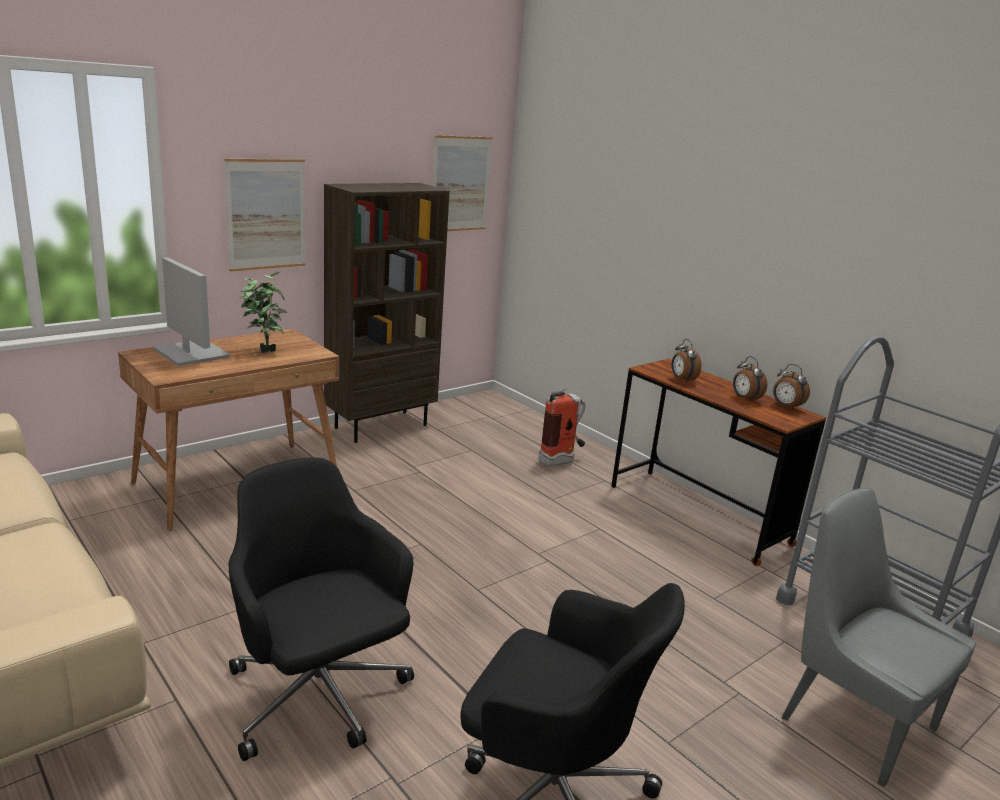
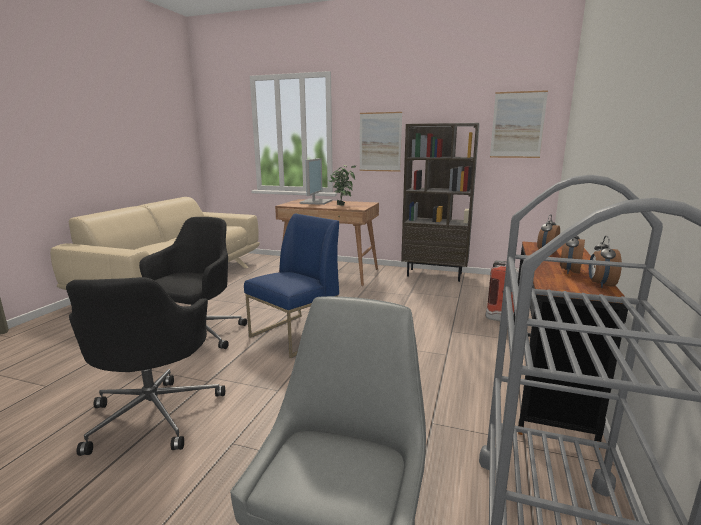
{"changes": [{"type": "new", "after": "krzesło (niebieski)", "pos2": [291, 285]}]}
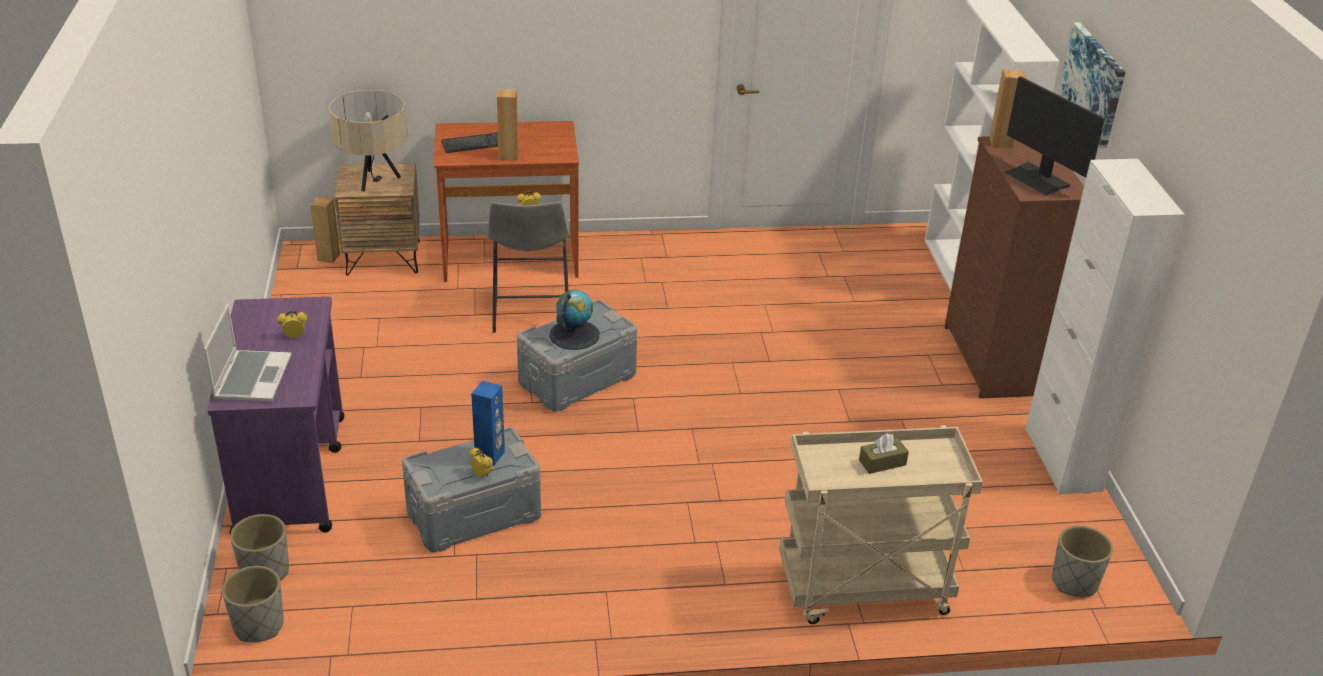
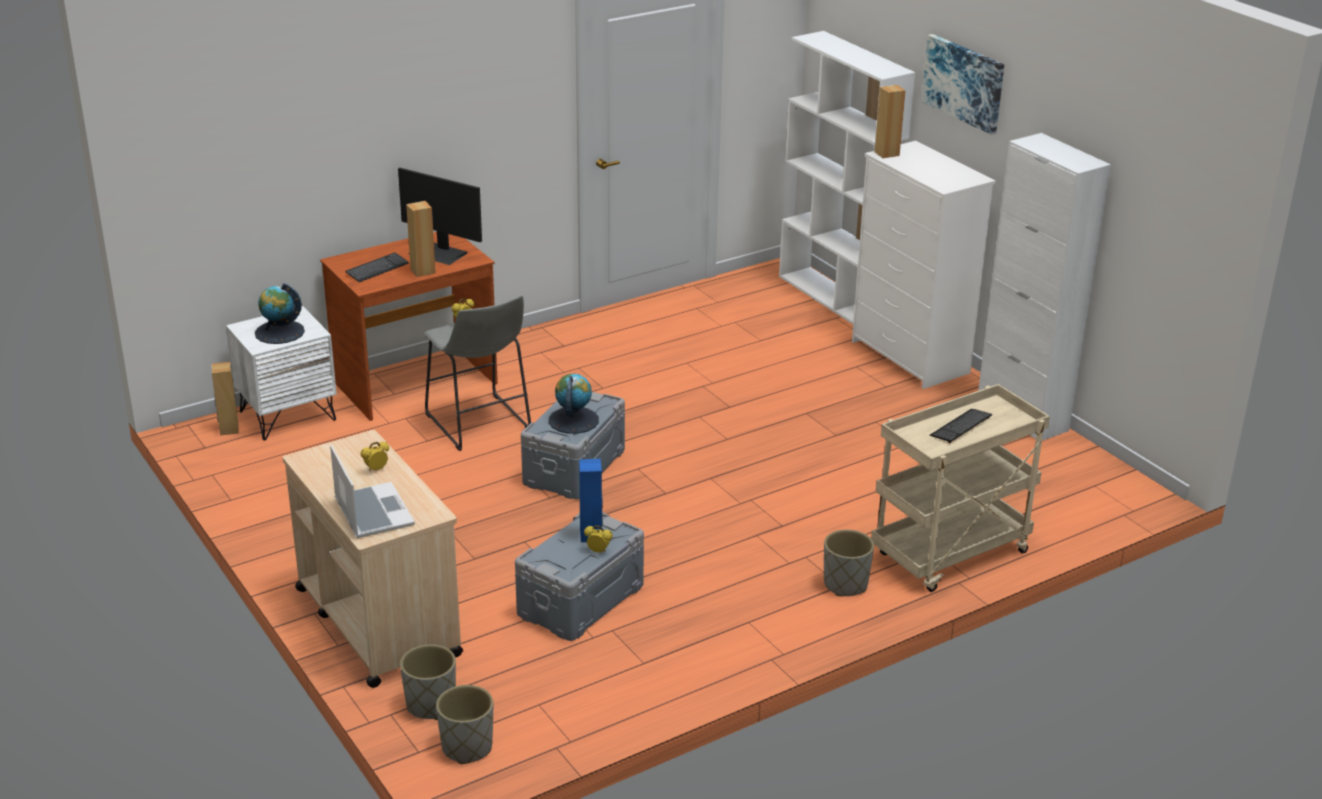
{"changes": [{"type": "shifted", "before": "monitor", "pos1": [1055, 135], "pos2": [440, 216]}, {"type": "shifted", "before": "donica (szary)", "pos1": [1082, 561], "pos2": [849, 563]}, {"type": "swapped", "before": "lampa stołowa (beżowy)", "after": "globus", "pos1": [368, 140], "pos2": [280, 313]}, {"type": "swapped", "before": "pudełko chusteczek (brązowy)", "after": "klawiatura", "pos1": [884, 453], "pos2": [960, 426]}, {"type": "repainted", "before": "wózek (fioletowy)", "after": "wózek (beżowy)", "pos1": [275, 415], "pos2": [373, 559]}, {"type": "repainted", "before": "szafka nocna (brązowy)", "after": "szafka nocna (biały)", "pos1": [377, 219], "pos2": [281, 373]}, {"type": "repainted", "before": "komoda (brązowy)", "after": "komoda (biały)", "pos1": [1014, 267], "pos2": [924, 265]}]}
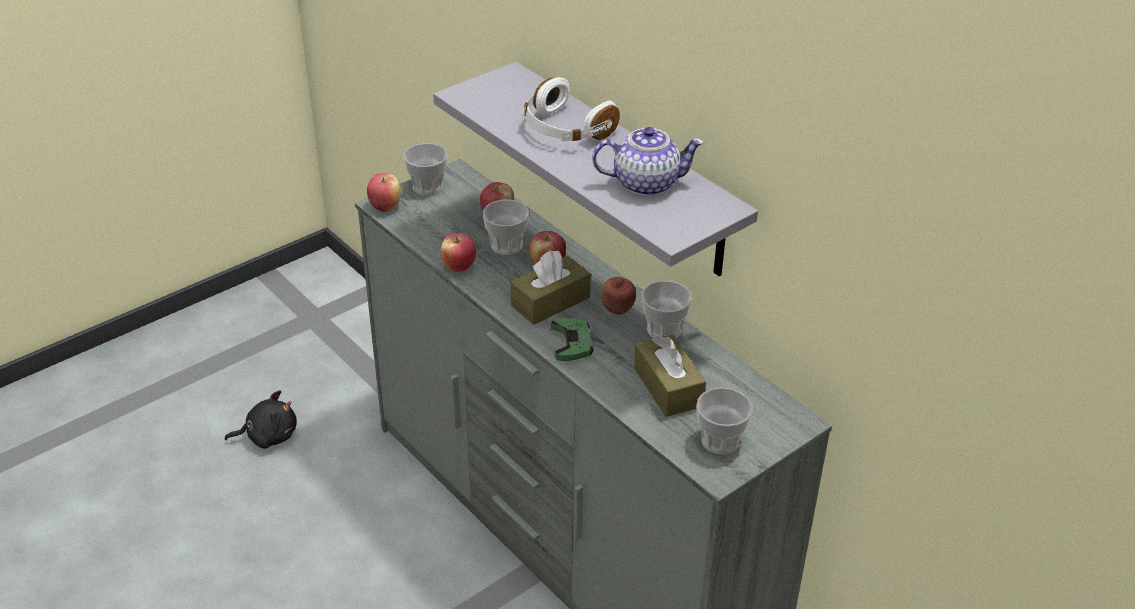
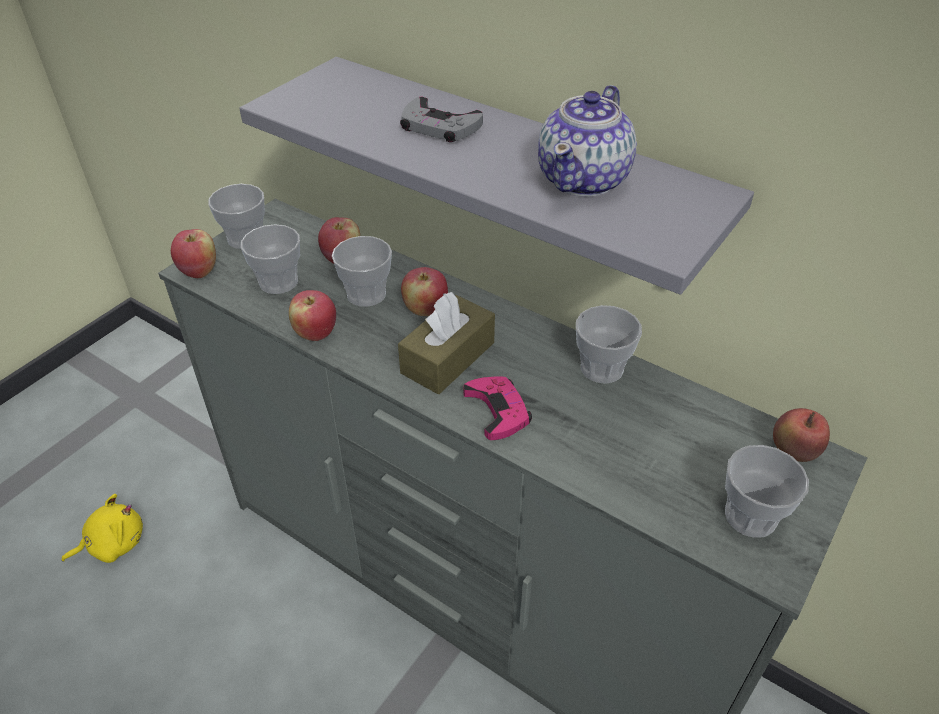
{"changes": [{"type": "gone", "before": "pudełko chusteczek (brązowy)", "pos1": [670, 375]}, {"type": "new", "after": "filiżanka", "pos2": [270, 259]}, {"type": "shifted", "before": "jabłko", "pos1": [618, 296], "pos2": [801, 435]}, {"type": "swapped", "before": "słuchawki (biały)", "after": "pad do gier (szary)", "pos1": [571, 109], "pos2": [441, 119]}, {"type": "repainted", "before": "pluszak (czarny)", "after": "pluszak (żółty)", "pos1": [261, 419], "pos2": [102, 528]}, {"type": "repainted", "before": "pad do gier (zielony)", "after": "pad do gier (różowy)", "pos1": [572, 339], "pos2": [497, 408]}, {"type": "rotated", "before": "imbryk", "pos1": [648, 161], "pos2": [587, 141], "turn": 135}]}
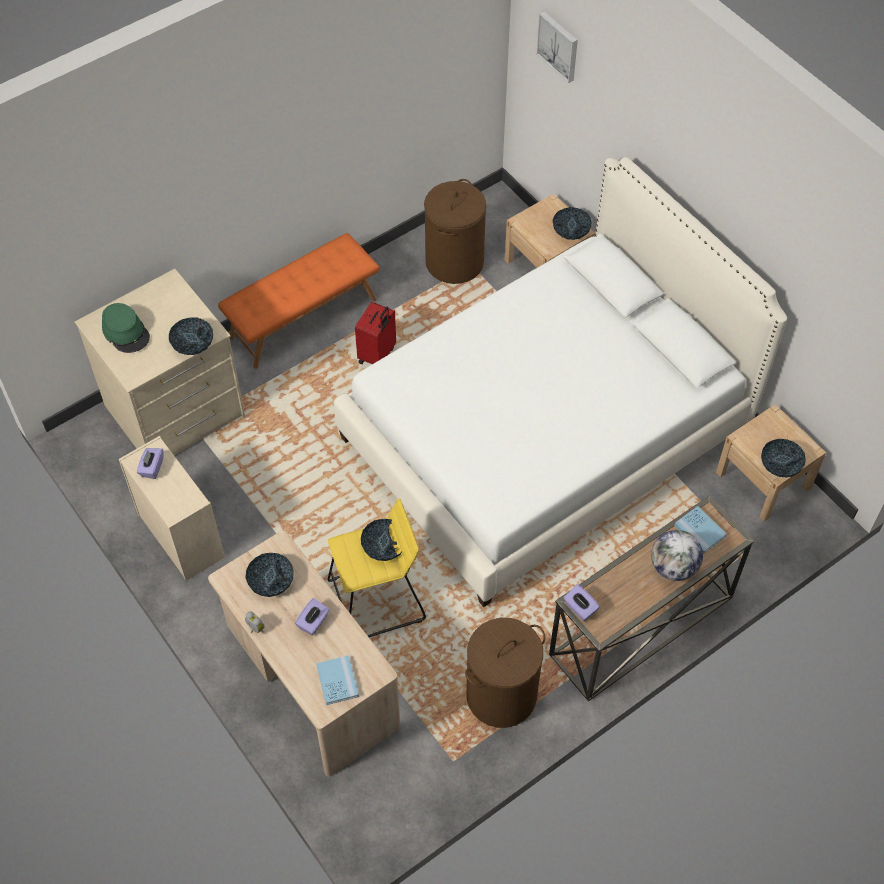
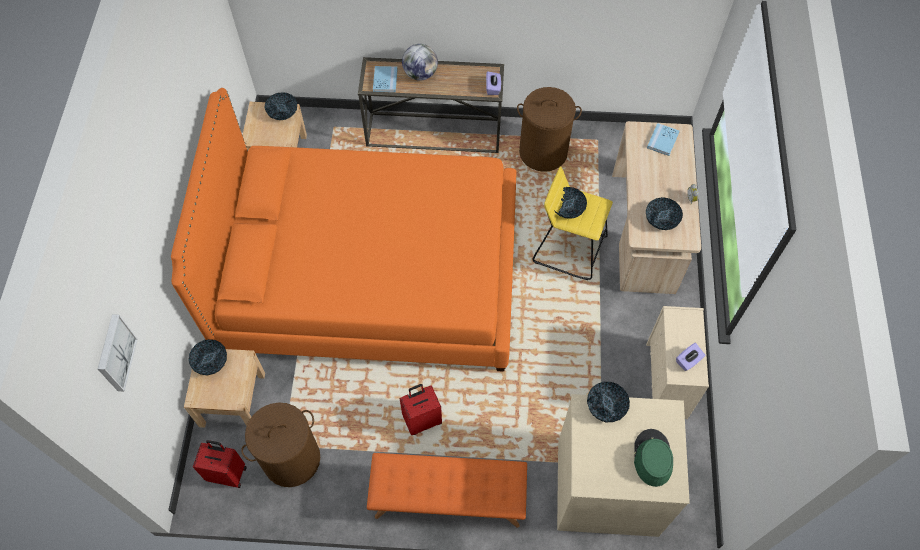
{"changes": [{"type": "gone", "before": "pudełko chusteczek (fioletowy)", "pos1": [312, 616]}, {"type": "new", "after": "walizka (czerwony)", "pos2": [219, 464]}, {"type": "repainted", "before": "łóżko (biały)", "after": "łóżko (pomarańczowy)", "pos1": [560, 382], "pos2": [344, 230]}]}
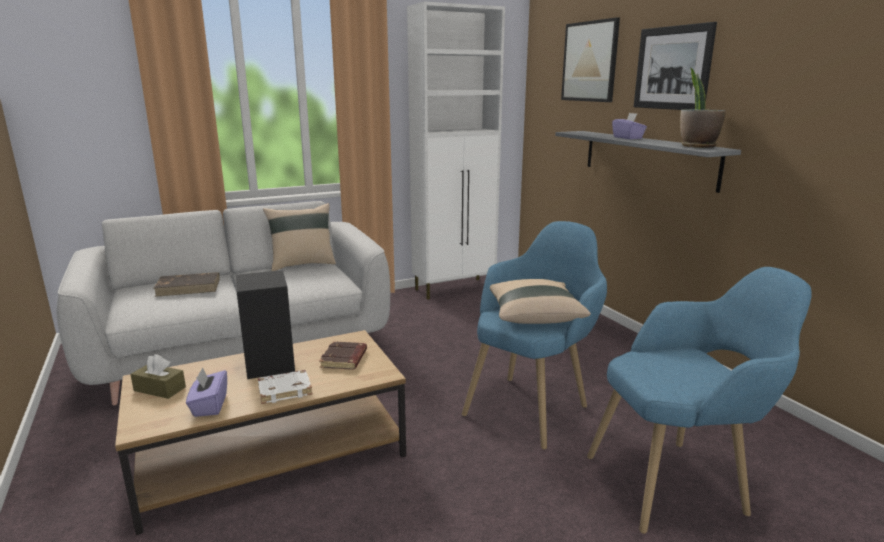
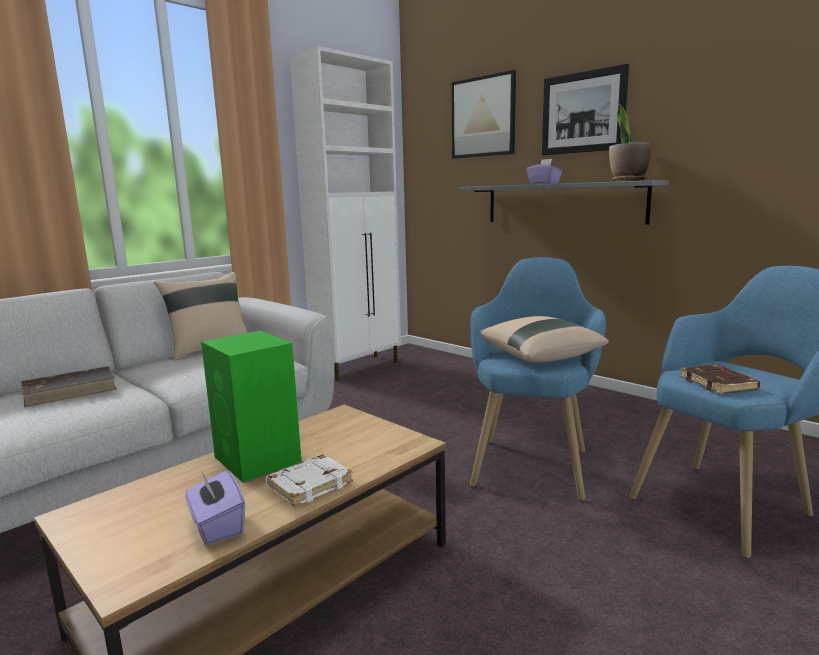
{"changes": [{"type": "gone", "before": "pudełko chusteczek (brązowy)", "pos1": [158, 376]}, {"type": "shifted", "before": "książka (brązowy)", "pos1": [343, 355], "pos2": [720, 379]}, {"type": "repainted", "before": "głośnik (czarny)", "after": "głośnik (zielony)", "pos1": [265, 324], "pos2": [251, 407]}]}
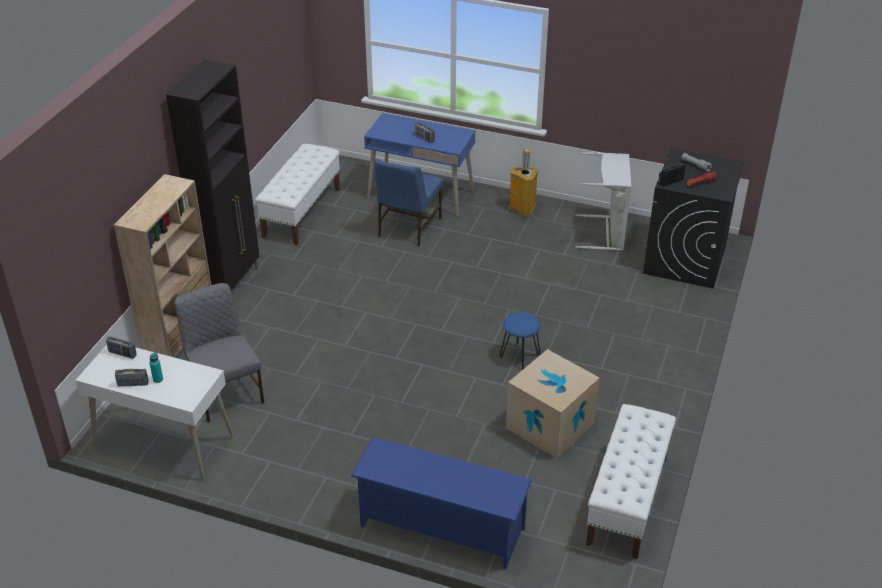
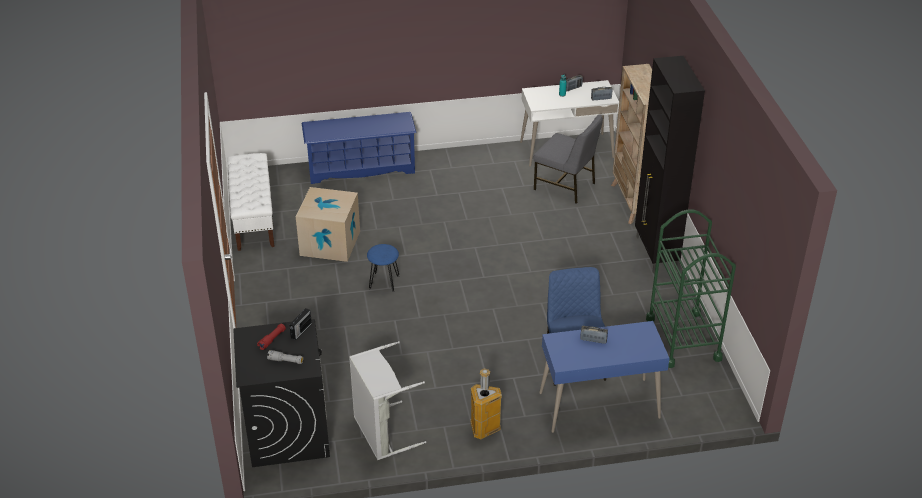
{"changes": [{"type": "swapped", "before": "ławka (biały)", "after": "wózek (zielony)", "pos1": [297, 194], "pos2": [691, 289]}]}
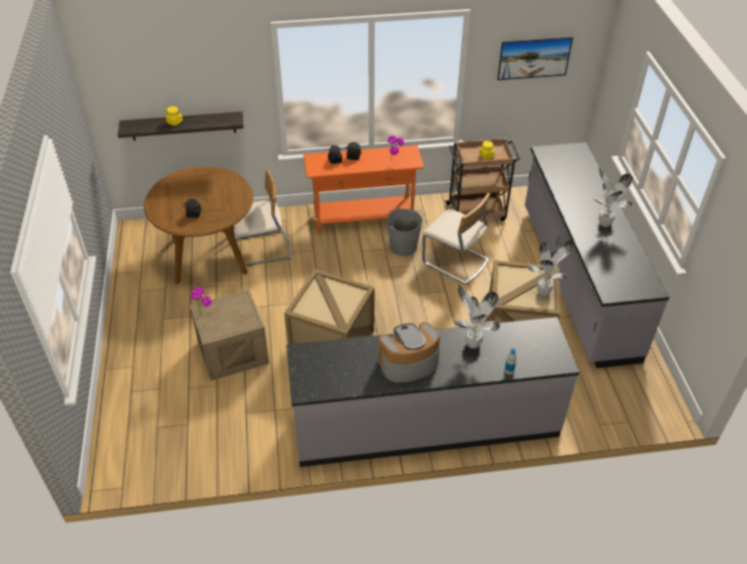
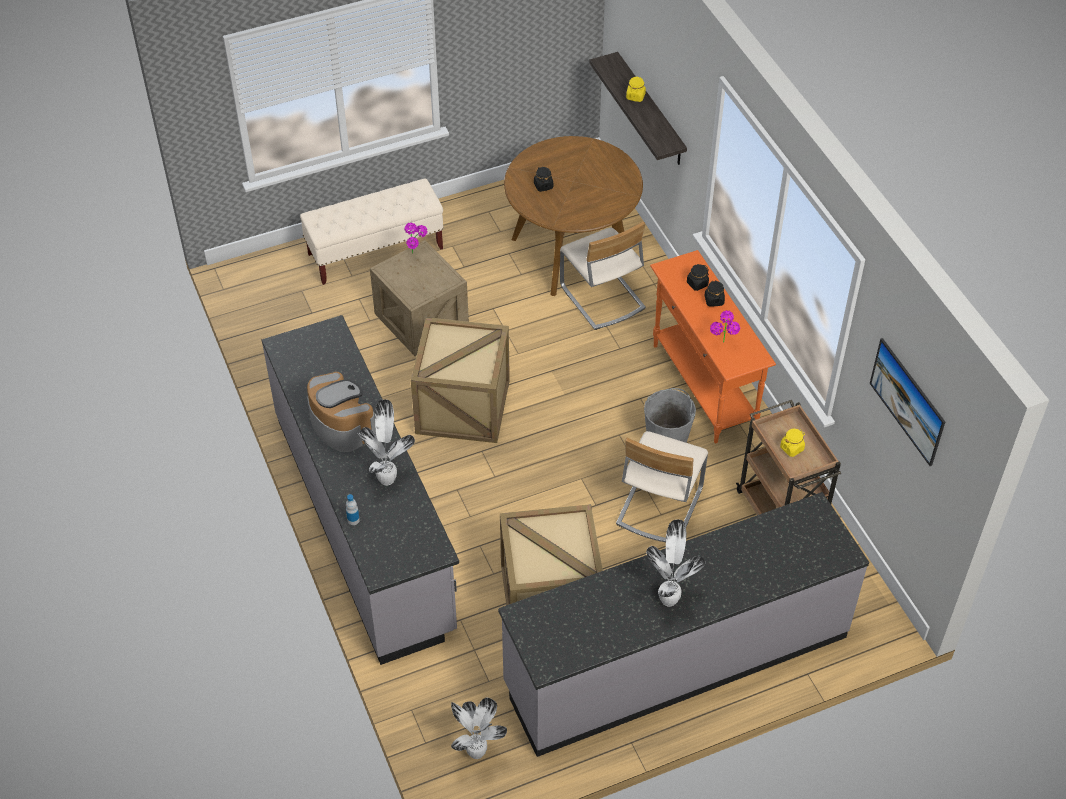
{"changes": [{"type": "new", "after": "ławka (beżowy)", "pos2": [372, 231]}, {"type": "shifted", "before": "roślina doniczkowa", "pos1": [551, 267], "pos2": [479, 728]}]}
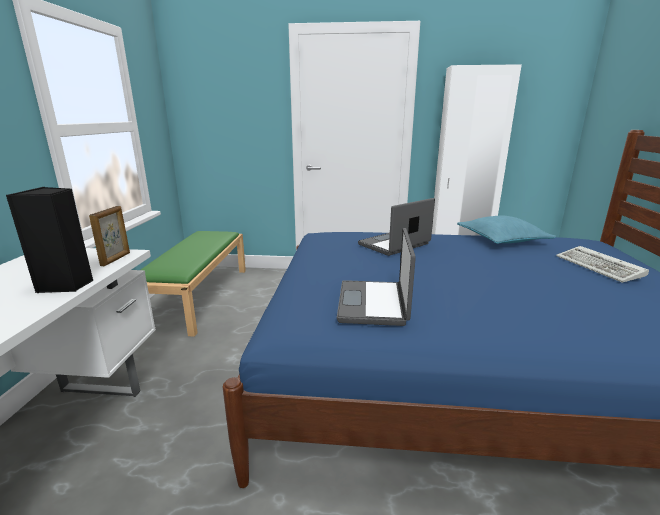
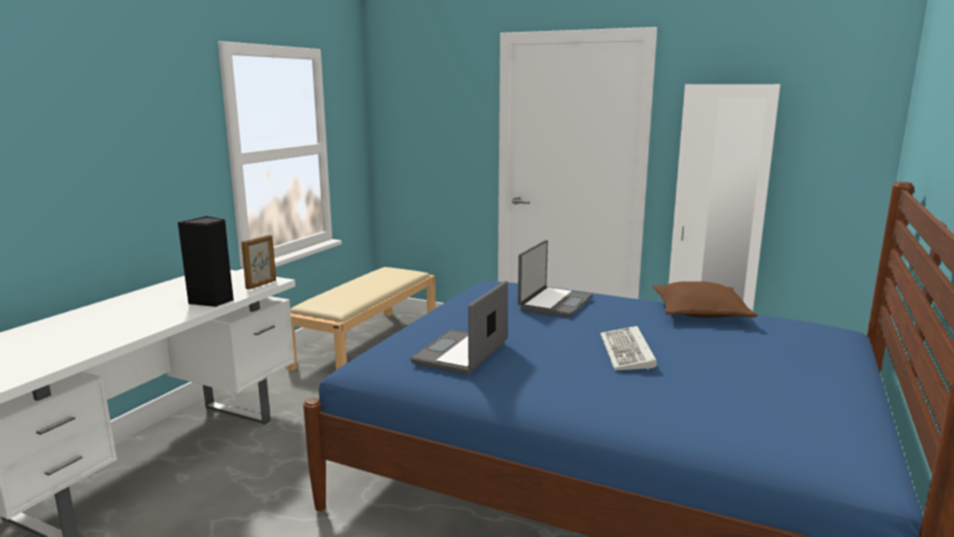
{"changes": [{"type": "shifted", "before": "klawiatura", "pos1": [602, 264], "pos2": [628, 348]}, {"type": "repainted", "before": "ławka (zielony)", "after": "ławka (beżowy)", "pos1": [193, 284], "pos2": [361, 319]}, {"type": "repainted", "before": "poduszka (turkusowy)", "after": "poduszka (brązowy)", "pos1": [507, 230], "pos2": [705, 299]}, {"type": "rotated", "before": "laptop", "pos1": [396, 227], "pos2": [555, 279], "turn": 135}]}
